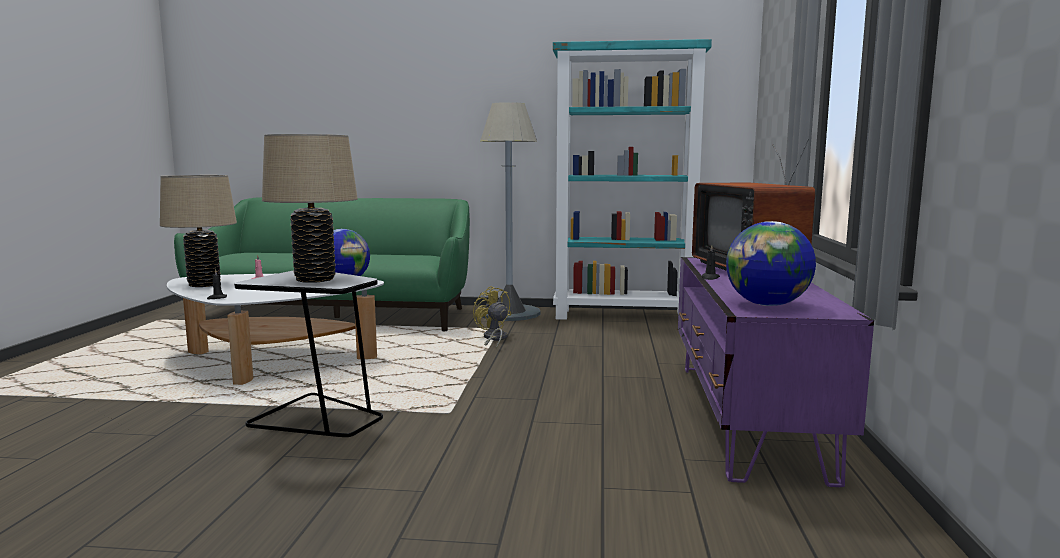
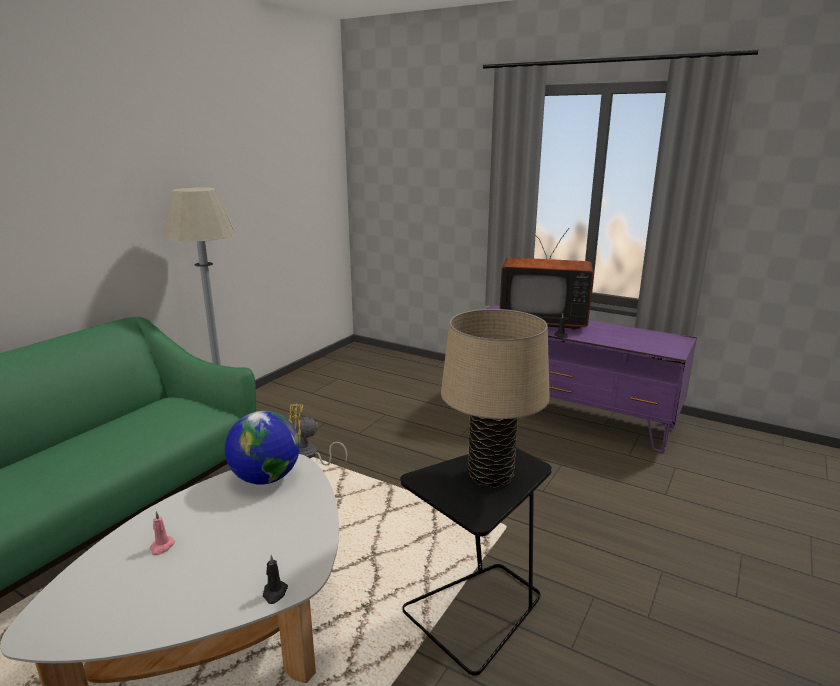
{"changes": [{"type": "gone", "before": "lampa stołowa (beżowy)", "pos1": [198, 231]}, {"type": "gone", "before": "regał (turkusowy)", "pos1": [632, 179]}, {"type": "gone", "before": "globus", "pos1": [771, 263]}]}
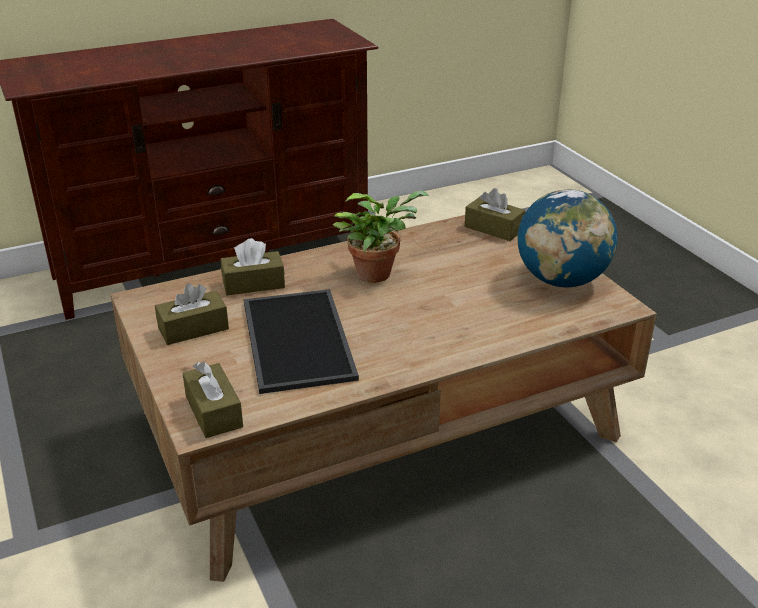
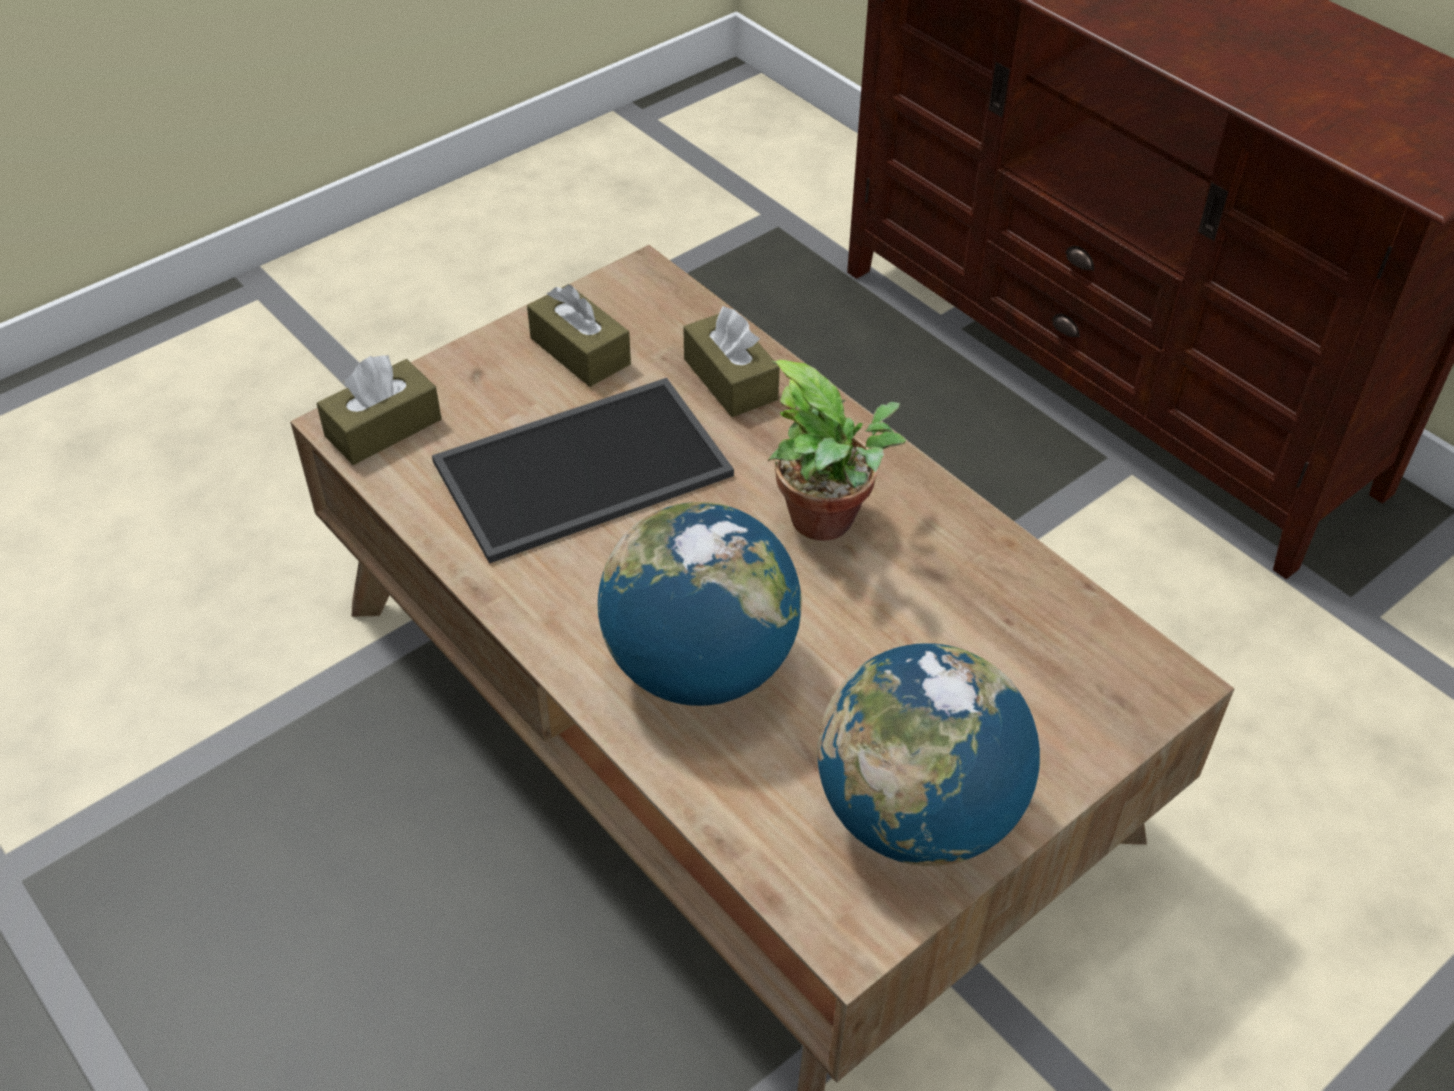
{"changes": [{"type": "gone", "before": "pudełko chusteczek (brązowy)", "pos1": [495, 214]}, {"type": "new", "after": "globus", "pos2": [700, 604]}]}
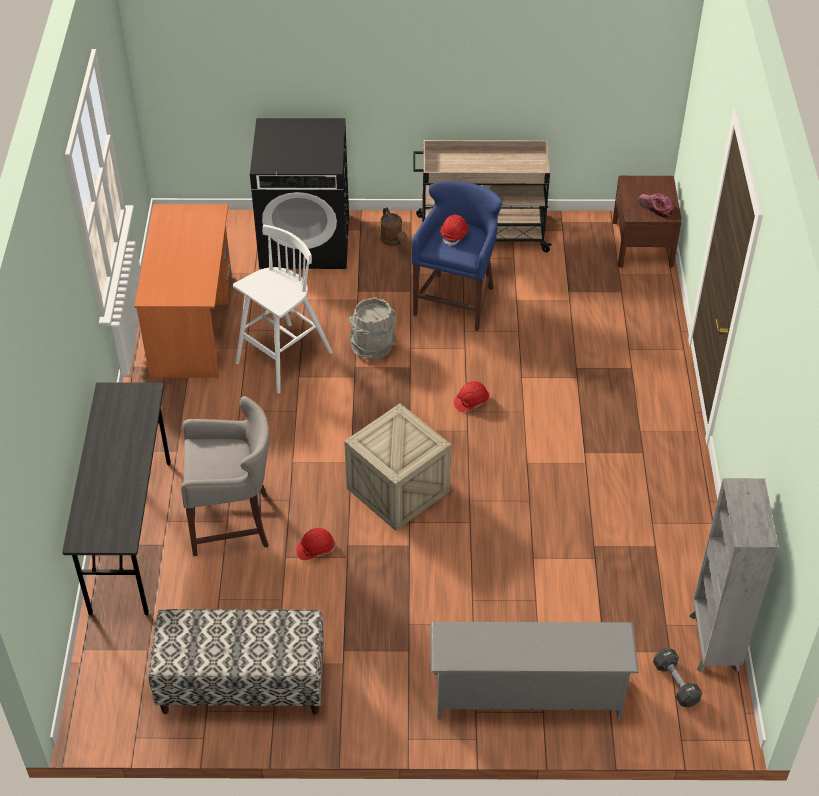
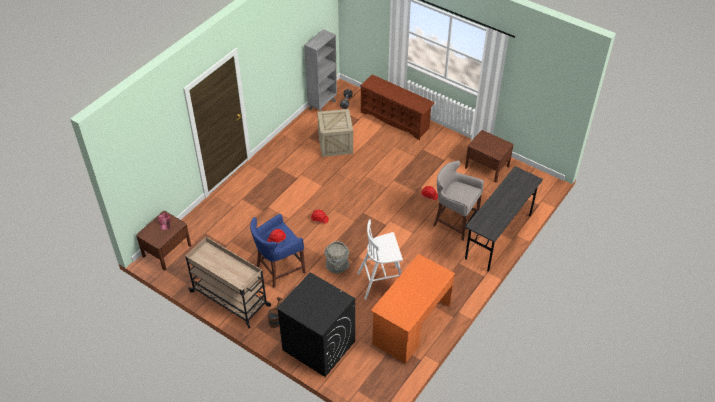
{"changes": [{"type": "shifted", "before": "skrzynka", "pos1": [397, 467], "pos2": [335, 133]}, {"type": "swapped", "before": "ławka", "after": "szafka nocna (brązowy)", "pos1": [236, 662], "pos2": [489, 156]}, {"type": "repainted", "before": "regał na buty (szary)", "after": "regał na buty (brązowy)", "pos1": [534, 671], "pos2": [397, 107]}]}
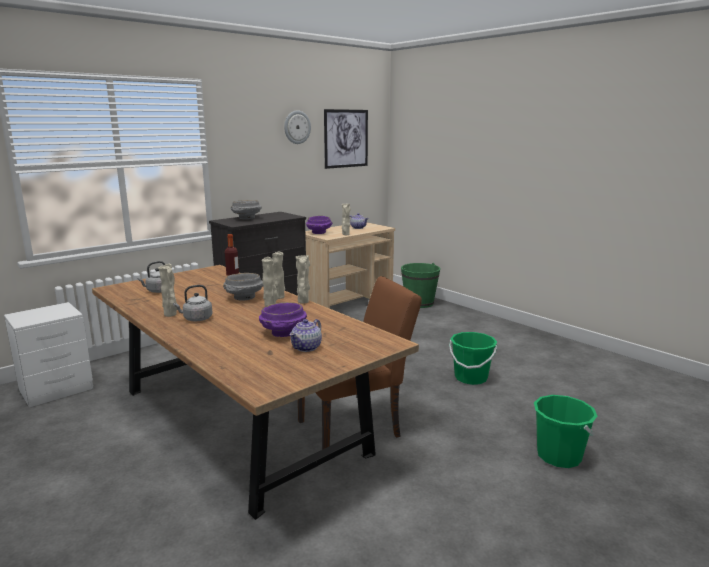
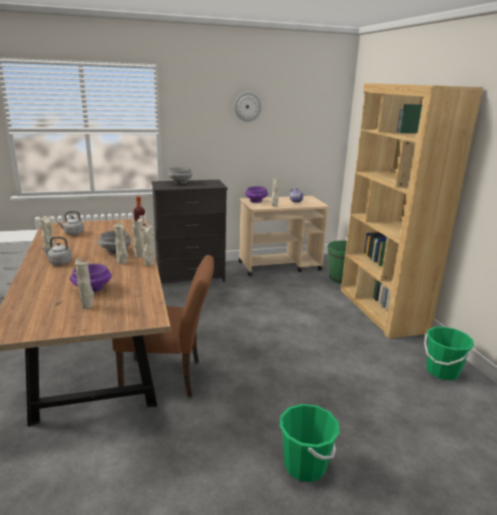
{"changes": [{"type": "gone", "before": "obraz", "pos1": [346, 139]}, {"type": "new", "after": "regał (brązowy)", "pos2": [412, 211]}, {"type": "shifted", "before": "wiadro (zielony)", "pos1": [473, 358], "pos2": [449, 353]}, {"type": "swapped", "before": "imbryk", "after": "wazon (beżowy)", "pos1": [306, 335], "pos2": [84, 283]}]}
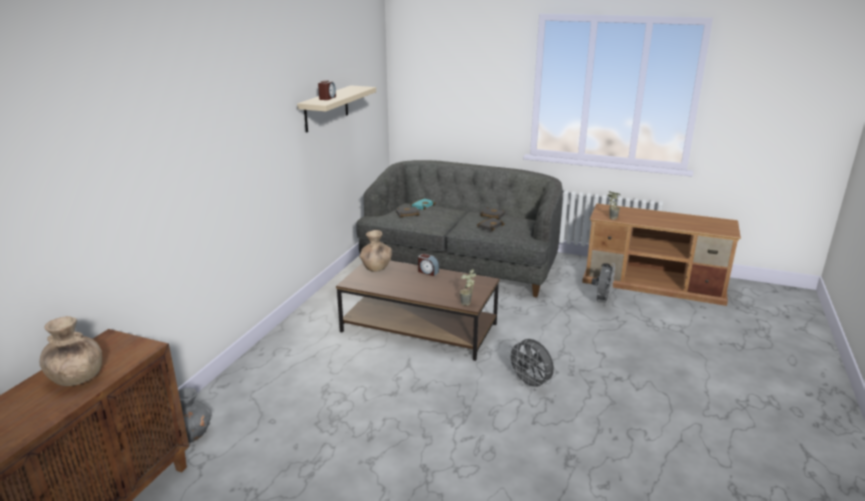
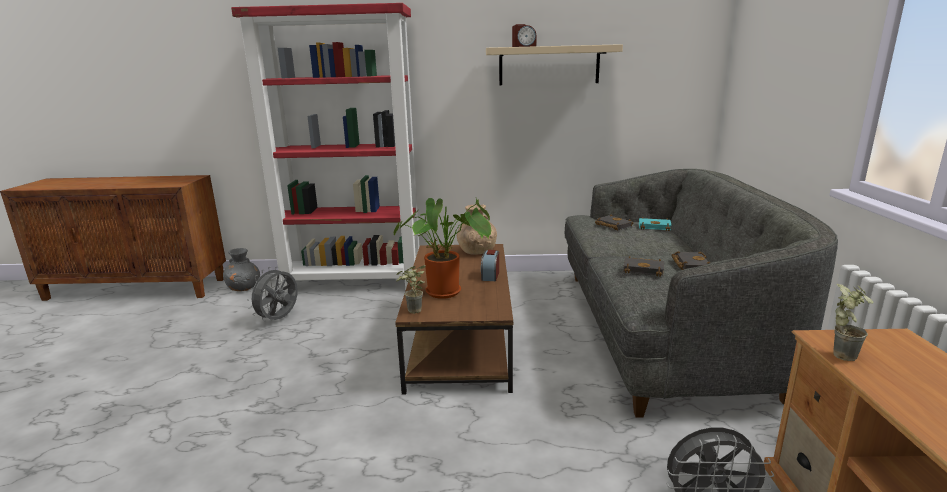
{"changes": [{"type": "gone", "before": "wazon (brązowy)", "pos1": [70, 351]}, {"type": "new", "after": "regał (czerwony)", "pos2": [325, 148]}, {"type": "new", "after": "roślina doniczkowa", "pos2": [442, 248]}, {"type": "shifted", "before": "wentylator (szary)", "pos1": [530, 365], "pos2": [272, 293]}]}
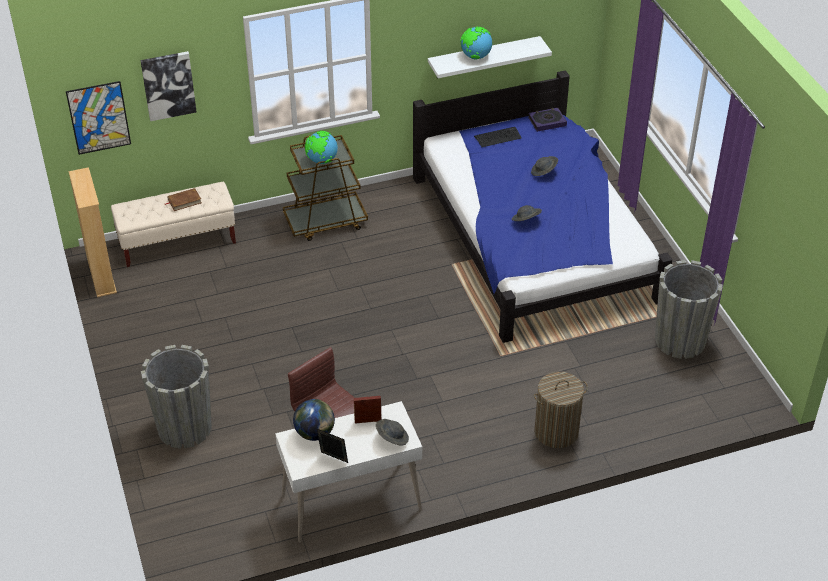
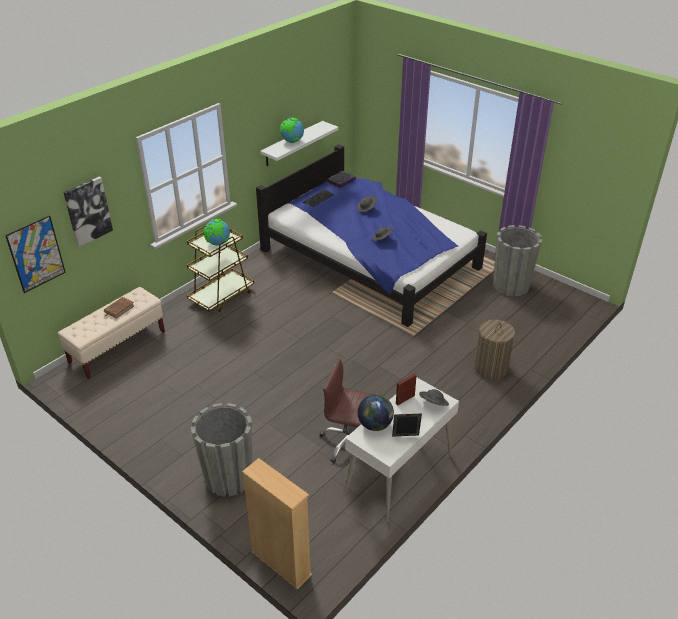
{"changes": [{"type": "shifted", "before": "regał (beżowy)", "pos1": [92, 232], "pos2": [277, 524]}]}
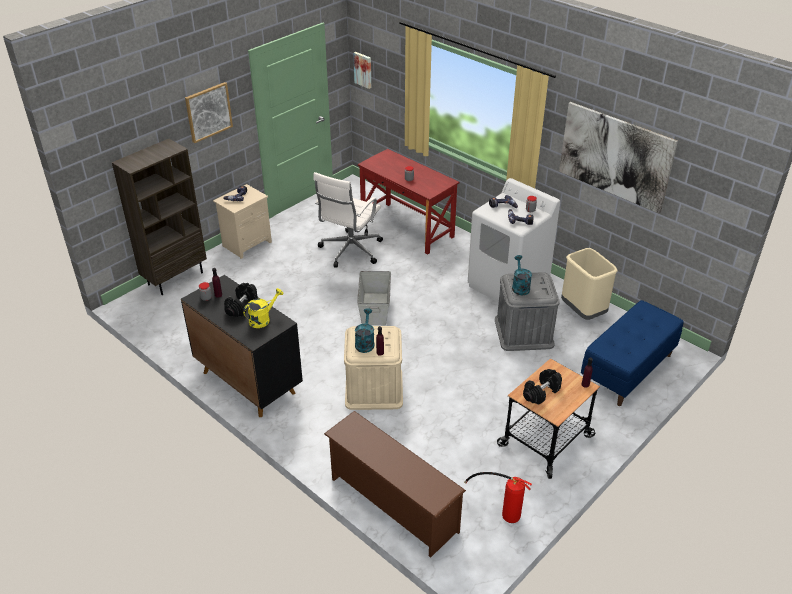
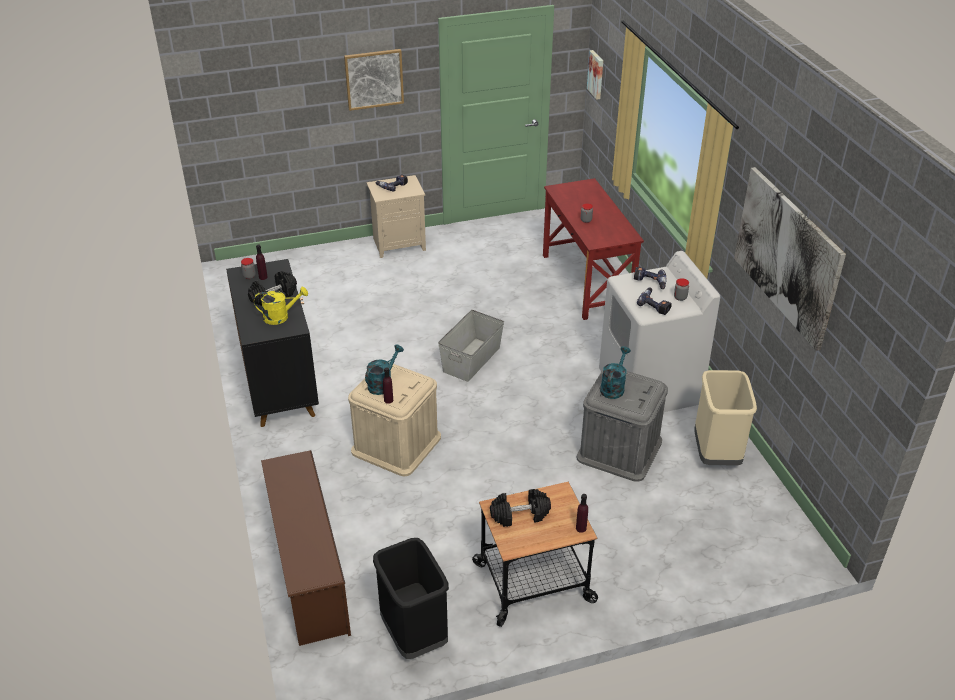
{"changes": [{"type": "gone", "before": "regał (brązowy)", "pos1": [159, 217]}, {"type": "gone", "before": "krzesło biurowe (biały)", "pos1": [348, 220]}, {"type": "gone", "before": "ławka (niebieski)", "pos1": [632, 353]}, {"type": "swapped", "before": "gaśnica", "after": "kosz na śmieci (czarny)", "pos1": [498, 497], "pos2": [411, 598]}]}
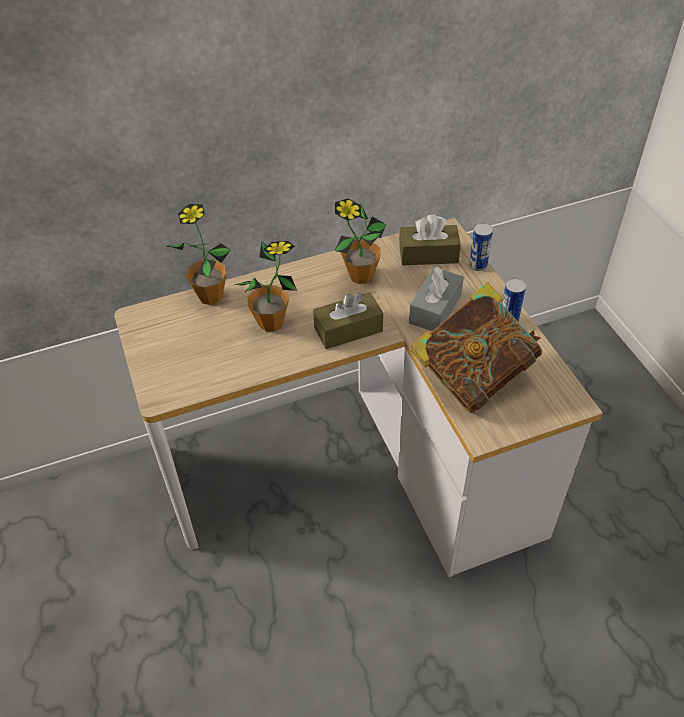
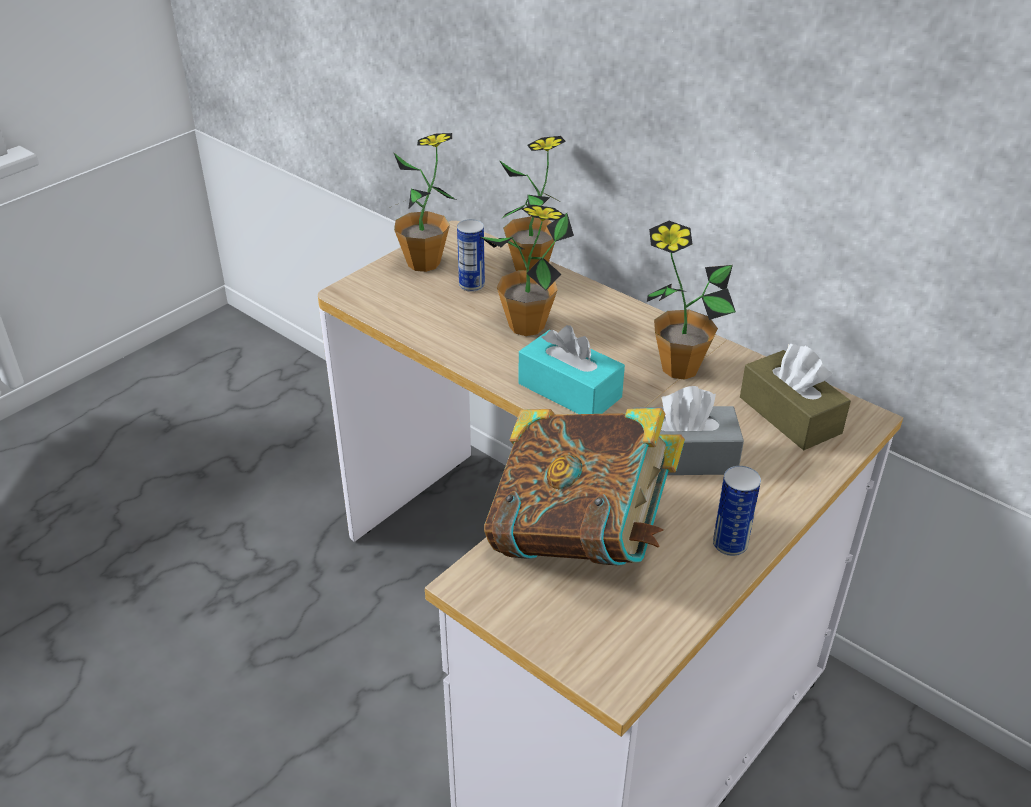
{"changes": [{"type": "new", "after": "roślina doniczkowa", "pos2": [424, 202]}, {"type": "shifted", "before": "puszka", "pos1": [481, 247], "pos2": [471, 255]}, {"type": "repainted", "before": "pudełko chusteczek (brązowy)", "after": "pudełko chusteczek (turkusowy)", "pos1": [348, 320], "pos2": [571, 369]}]}
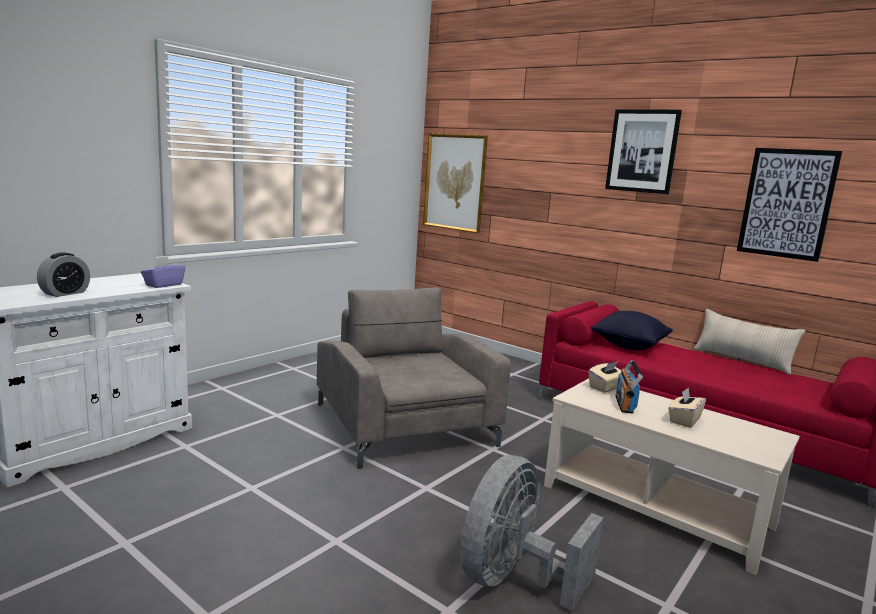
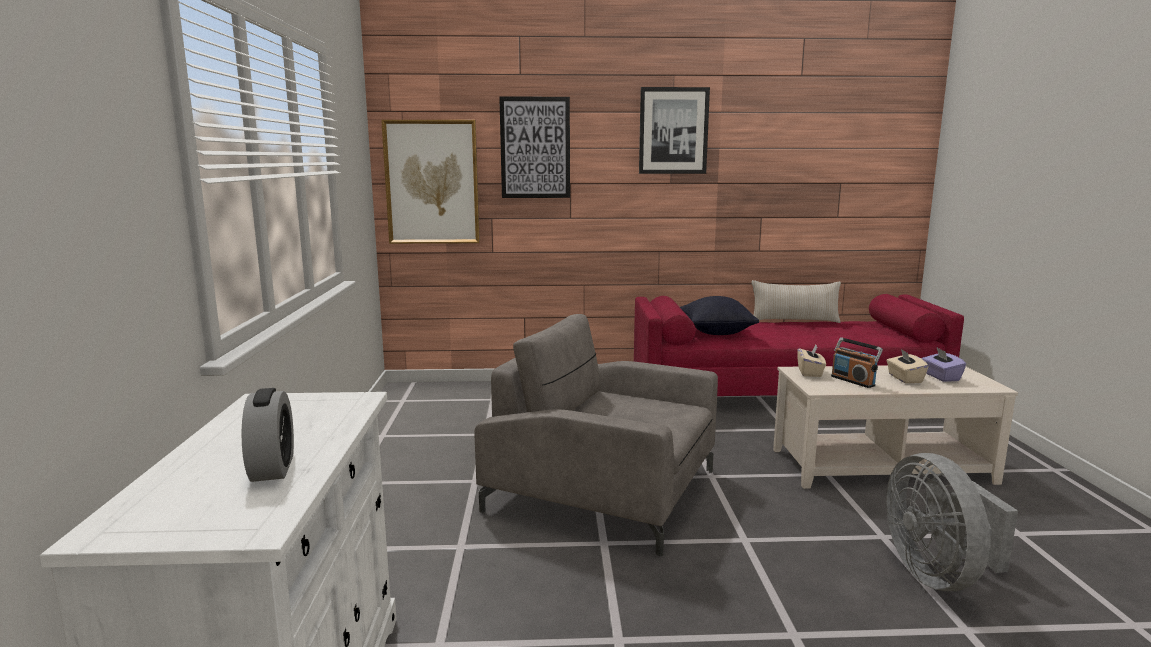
{"changes": [{"type": "shifted", "before": "pudełko chusteczek (fioletowy)", "pos1": [163, 272], "pos2": [944, 365]}, {"type": "shifted", "before": "obraz", "pos1": [789, 205], "pos2": [534, 147]}]}
